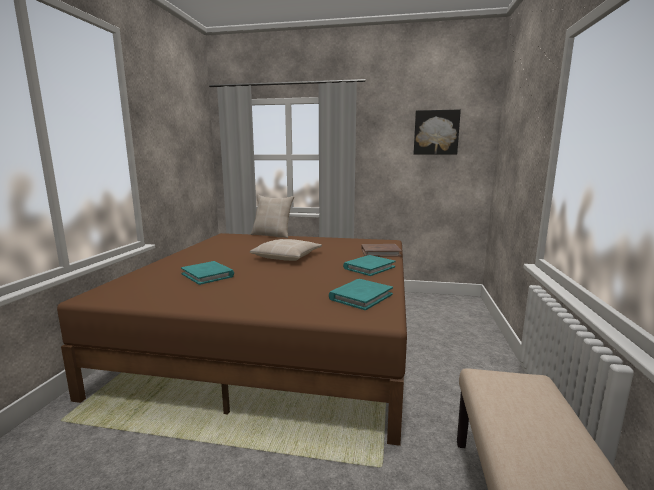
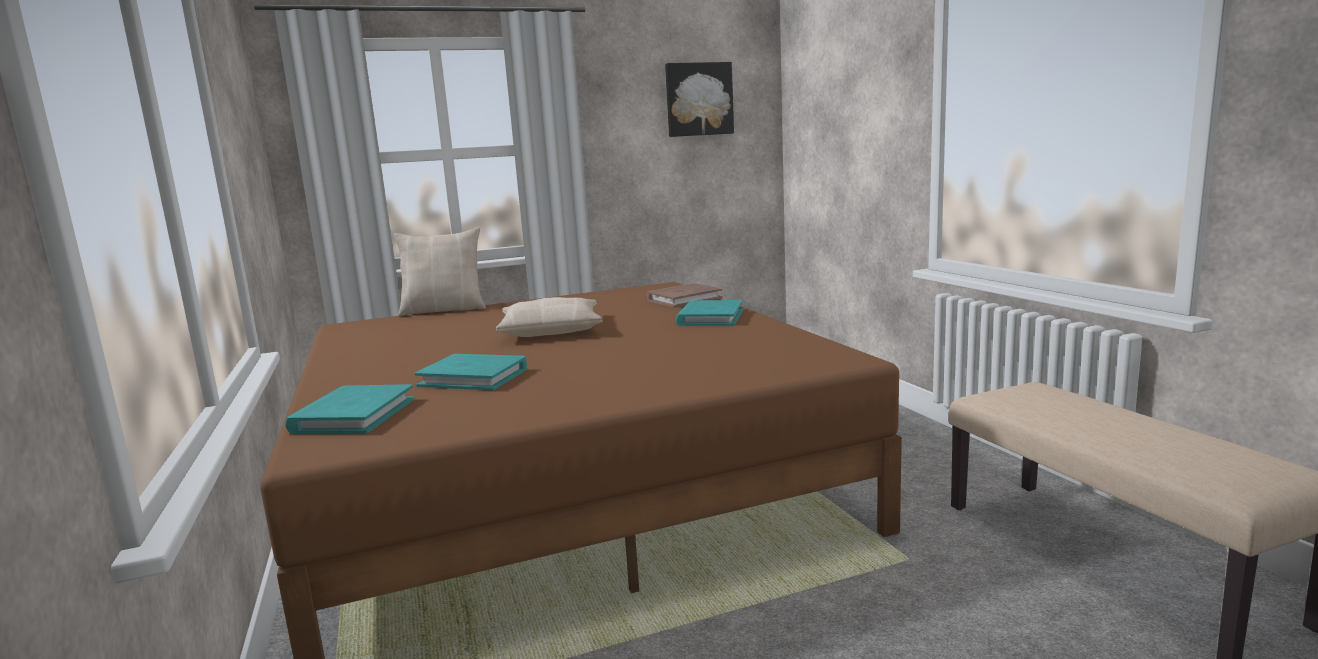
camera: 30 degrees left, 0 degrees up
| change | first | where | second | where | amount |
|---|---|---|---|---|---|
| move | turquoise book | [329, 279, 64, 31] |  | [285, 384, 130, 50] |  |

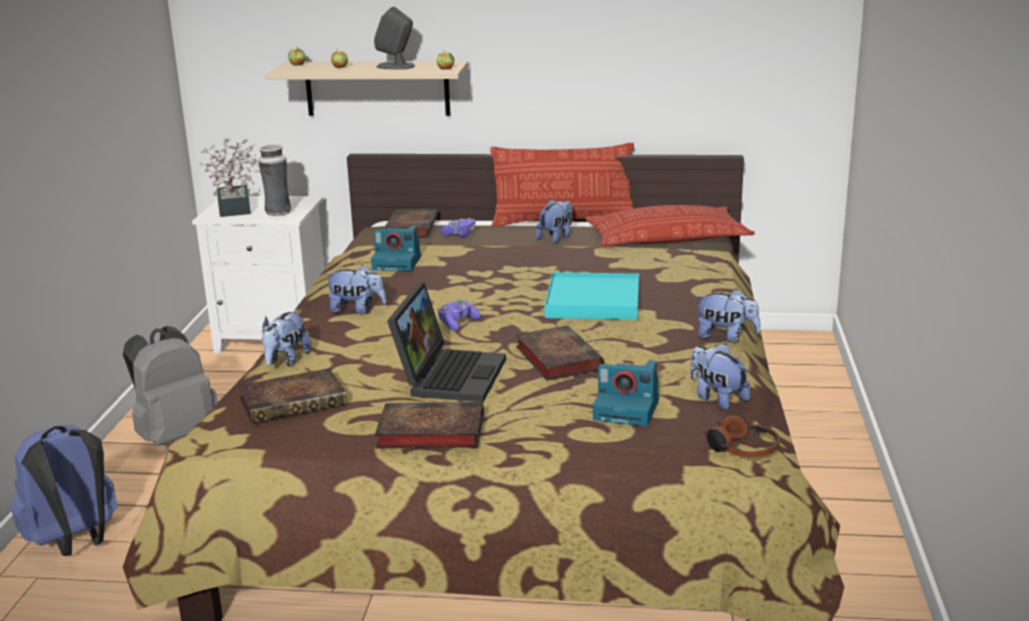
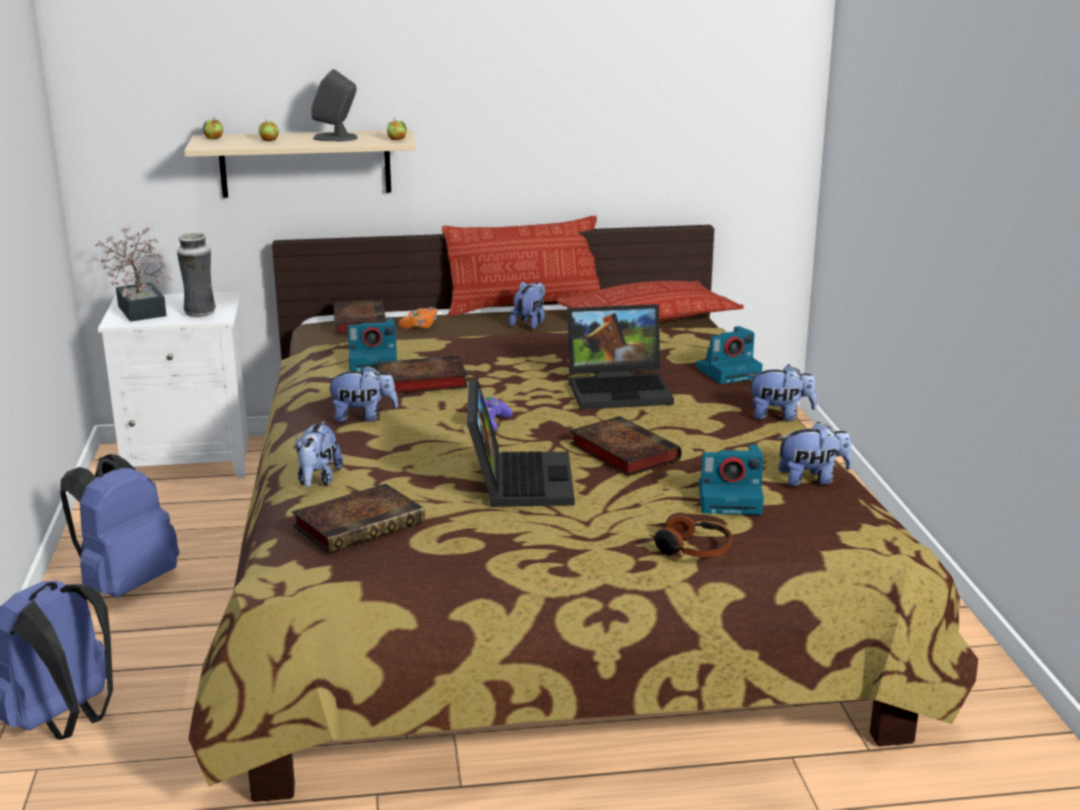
camera: 15 degrees left, 0 degrees up
| change | first | where | second | where | amount |
|---|---|---|---|---|---|
| recolor | grey rucksack | [123, 326, 95, 120] | bluish rucksack | [60, 454, 119, 144] |  |
| move | book | [375, 402, 109, 47] |  | [376, 355, 92, 39] |  |
| recolor | purplish game controller | [441, 218, 34, 19] | orange game controller | [399, 307, 38, 22] |  |
| replace | turquoise tray | [545, 272, 94, 48] | portable computer | [567, 304, 107, 106] |  |
| move | pair of headphones | [703, 415, 77, 42] |  | [649, 513, 83, 44] |  |
| insert |  |  | still camera | [696, 326, 67, 58] |  |
| rotate | soft toy | [690, 344, 60, 66] |  | [777, 422, 75, 65] | 135 degrees clockwise |

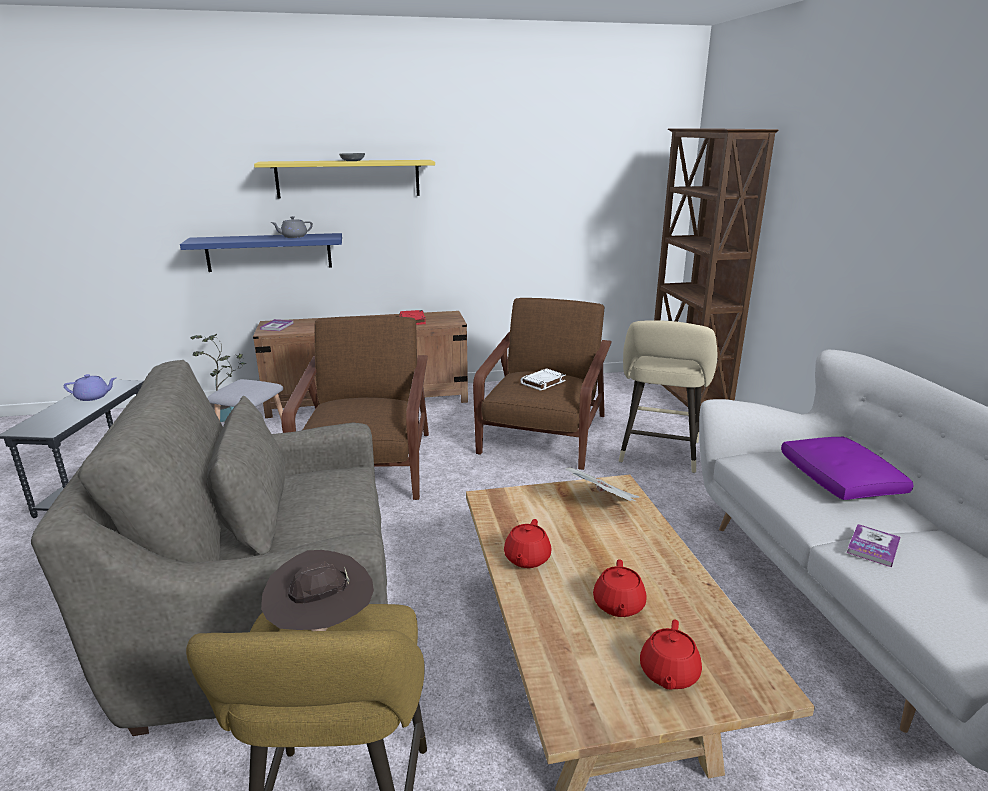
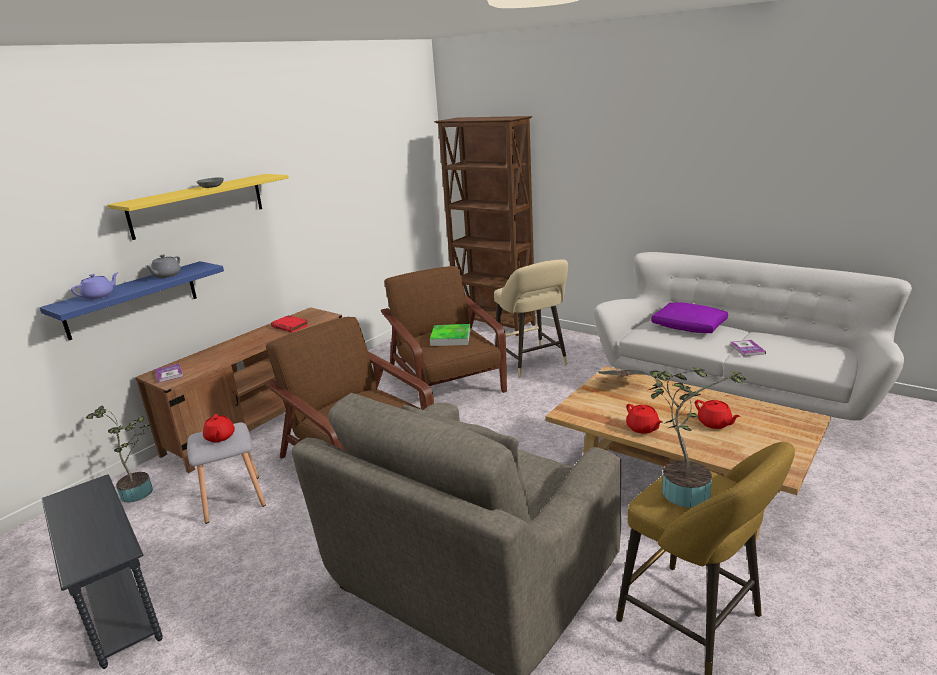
camera: 40 degrees left, 0 degrees up
| change | first | where | second | where | amount |
|---|---|---|---|---|---|
| move | purplish teapot | [63, 374, 53, 27] |  | [71, 272, 48, 28] |  |
| move | red teapot | [640, 620, 62, 69] |  | [203, 414, 32, 28] |  |
| replace | white book | [520, 368, 46, 23] | tray | [430, 324, 41, 22] |  |
| replace | brown-coloured clothing hat | [261, 550, 113, 81] | potted plant | [649, 367, 97, 141] |  |

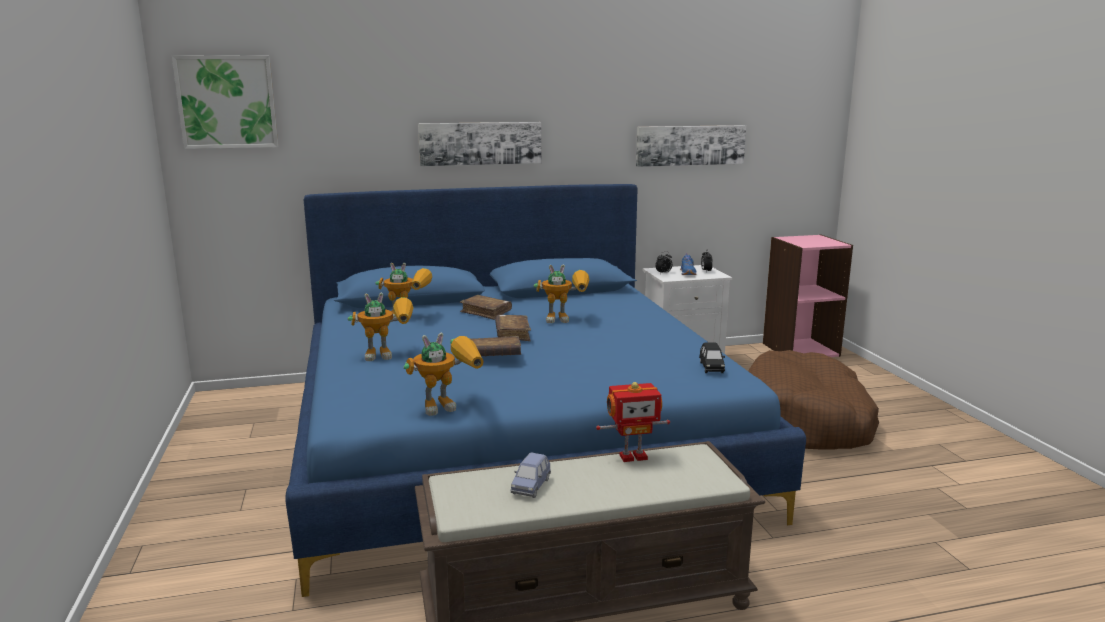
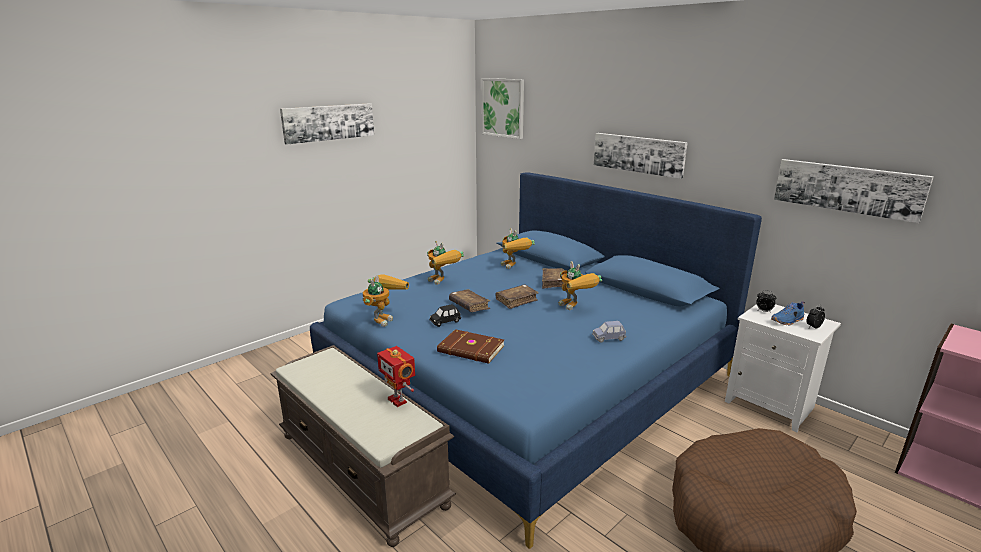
camera: 60 degrees right, 5 degrees up
| change | first | where | second | where | amount |
|---|---|---|---|---|---|
| insert |  |  | wall art | [280, 103, 94, 42] |  |
| rotate | toy robot | [404, 333, 80, 83] |  | [362, 274, 47, 53] | 105 degrees counterclockwise |
| move | black-coloured toy car | [699, 343, 26, 30] |  | [429, 304, 32, 23] |  |
| insert |  |  | brown-coloured book | [437, 329, 67, 35] |  |
| move | bluish toy car | [511, 453, 40, 45] |  | [592, 321, 34, 22] |  |

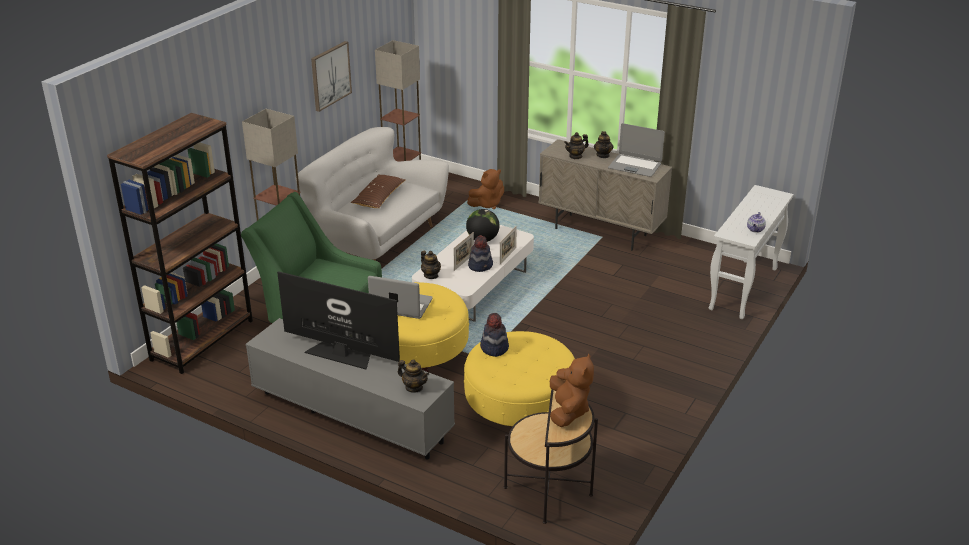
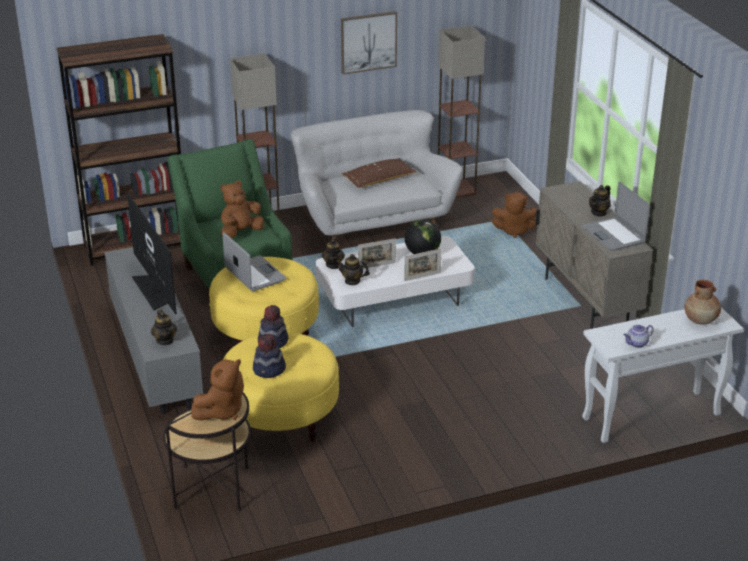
camera: 40 degrees right, 0 degrees up
| change | first | where | second | where | amount |
|---|---|---|---|---|---|
| insert |  |  | brown-coloured soft toy | [221, 181, 43, 57] |  |
| move | clothing hat | [468, 235, 25, 37] |  | [253, 333, 33, 45] |  |
| move | teapot | [564, 132, 25, 27] |  | [336, 254, 34, 31] |  |
| insert |  |  | brown-coloured vase | [685, 280, 36, 45] |  |

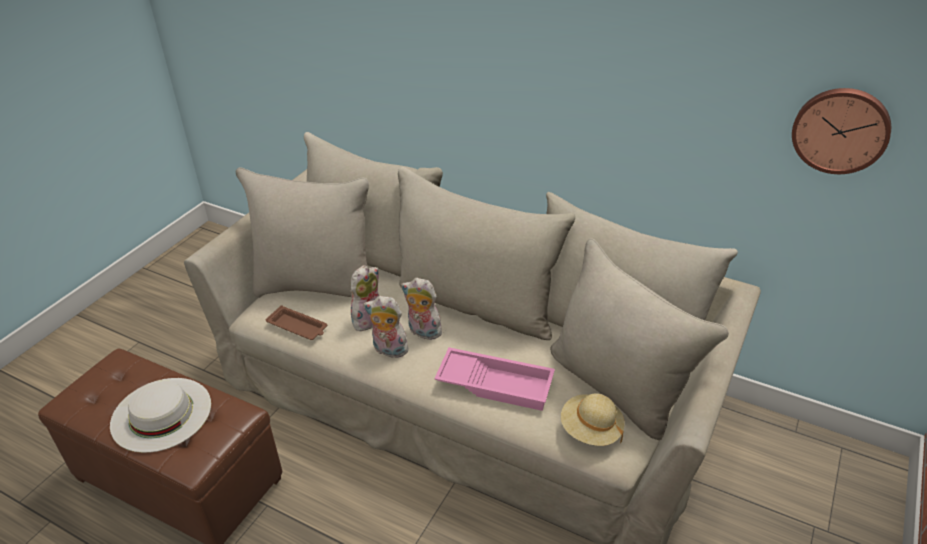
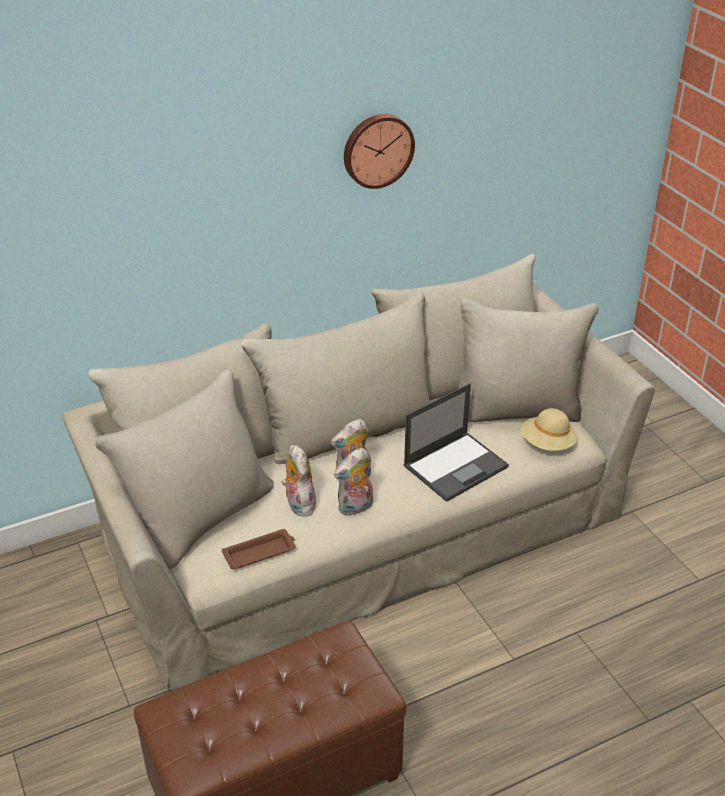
camera: 55 degrees left, 0 degrees up
| change | first | where | second | where | amount |
|---|---|---|---|---|---|
| move | hanging clock | [792, 88, 99, 86] |  | [344, 114, 71, 75] |  |
| replace | pink tray | [434, 347, 121, 64] | portable computer | [404, 383, 105, 119] |  |
| delete | white clothing hat | [110, 378, 101, 75] |  |  |  |

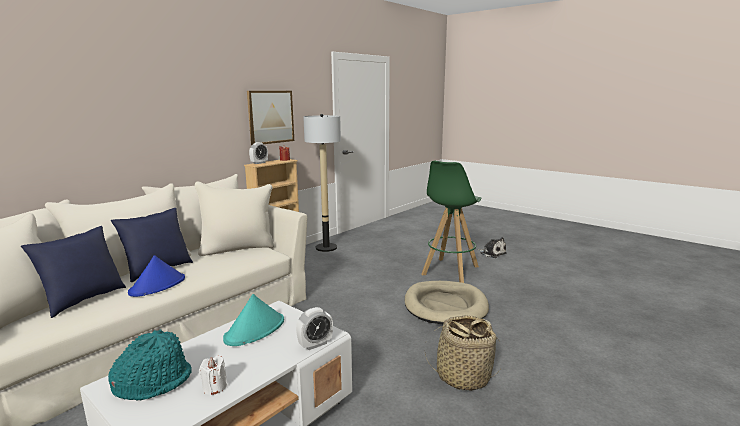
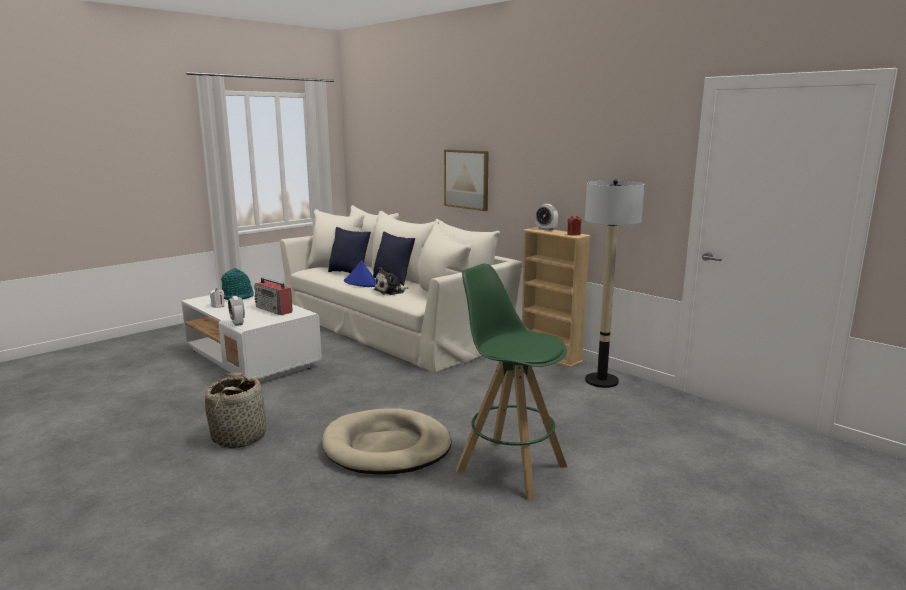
camera: 95 degrees right, 0 degrees up
| change | first | where | second | where | amount |
|---|---|---|---|---|---|
| replace | turquoise clothing hat | [223, 294, 61, 52] | radio set | [254, 277, 39, 38] |  |
| move | soft toy | [477, 237, 30, 21] |  | [373, 267, 35, 28] |  |
| move | wall art | [247, 91, 47, 54] |  | [444, 149, 45, 62] |  |

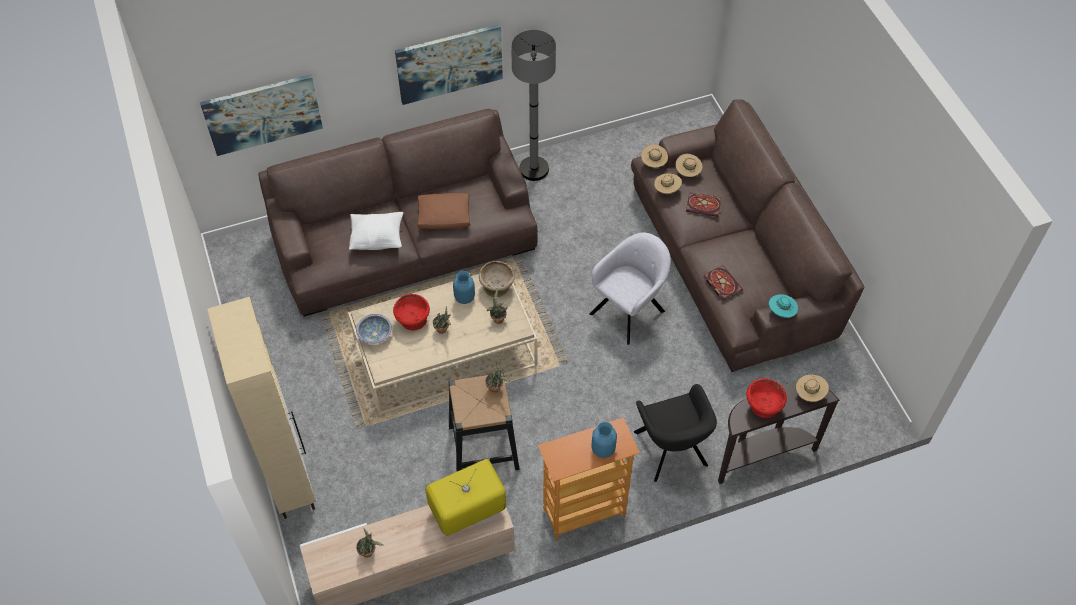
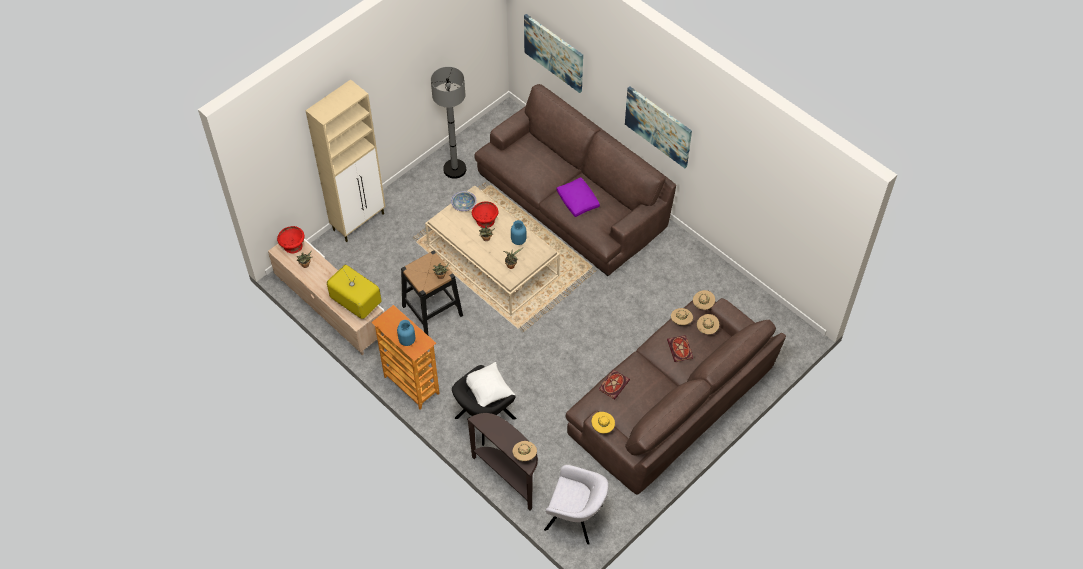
camera: 65 degrees right, 0 degrees up
| change | first | where | second | where | amount |
|---|---|---|---|---|---|
| move | red deep dish | [746, 378, 41, 40] |  | [277, 226, 28, 28] |  |
| move | grey standing lamp | [511, 30, 45, 151] |  | [431, 67, 35, 112] |  |
| move | white cushion | [349, 212, 55, 38] |  | [466, 362, 49, 45] |  |
| move | grey armchair | [589, 233, 82, 112] |  | [544, 465, 64, 80] |  |
| recolor | brown-coloured cushion | [418, 193, 52, 36] | purplish cushion | [556, 177, 44, 40] |  |
| recolor | turquoise clothing hat | [769, 294, 29, 24] | yellowish clothing hat | [592, 412, 23, 22] |  |
| delete | beige deep dish | [479, 261, 36, 36] |  |  |  |

